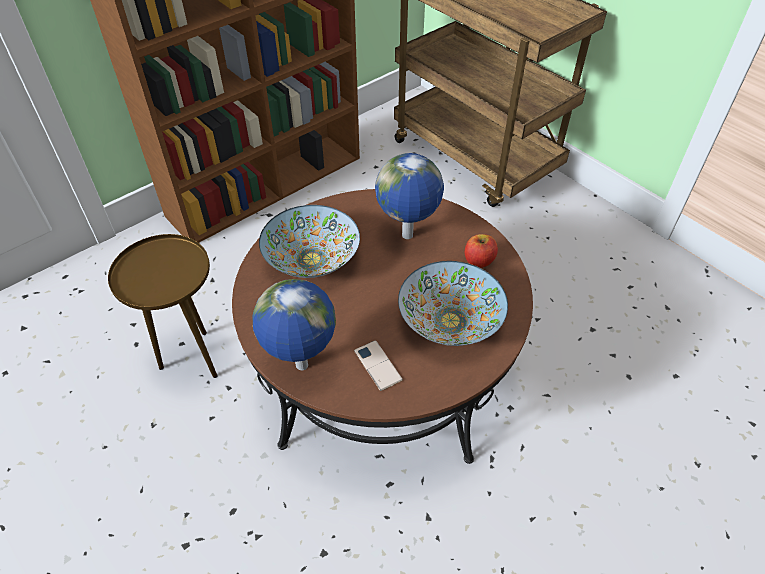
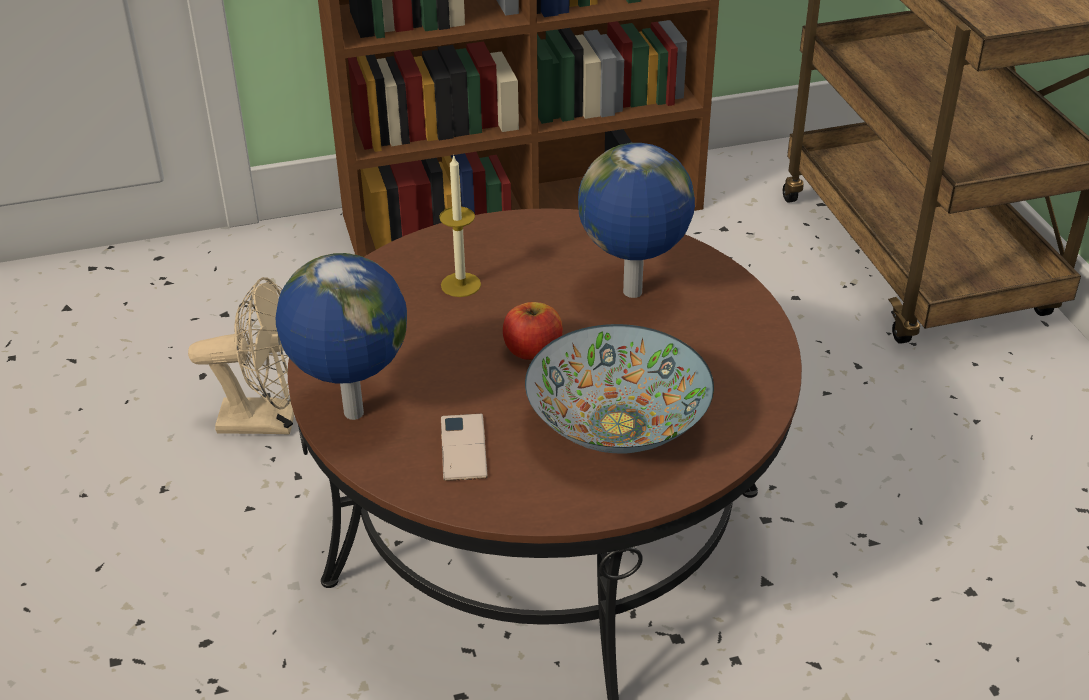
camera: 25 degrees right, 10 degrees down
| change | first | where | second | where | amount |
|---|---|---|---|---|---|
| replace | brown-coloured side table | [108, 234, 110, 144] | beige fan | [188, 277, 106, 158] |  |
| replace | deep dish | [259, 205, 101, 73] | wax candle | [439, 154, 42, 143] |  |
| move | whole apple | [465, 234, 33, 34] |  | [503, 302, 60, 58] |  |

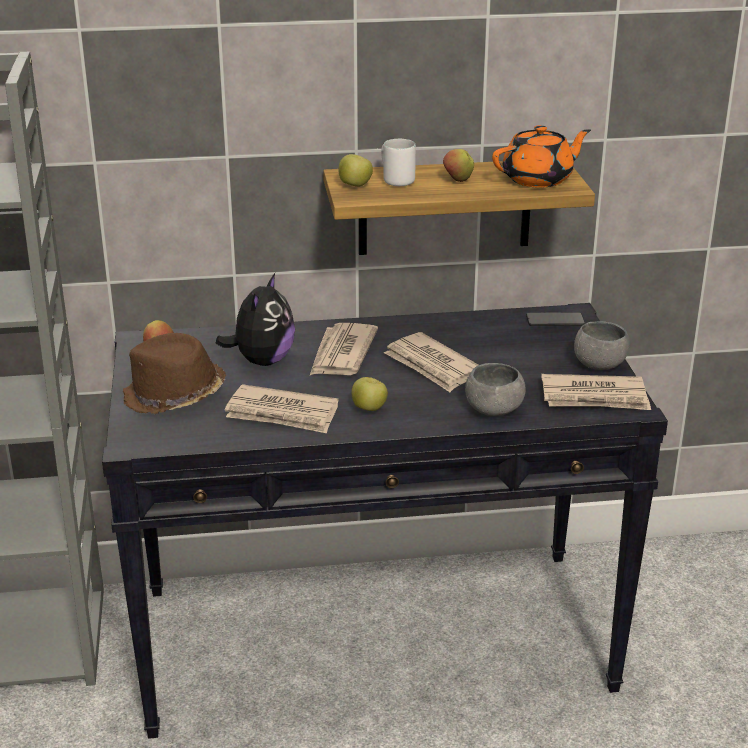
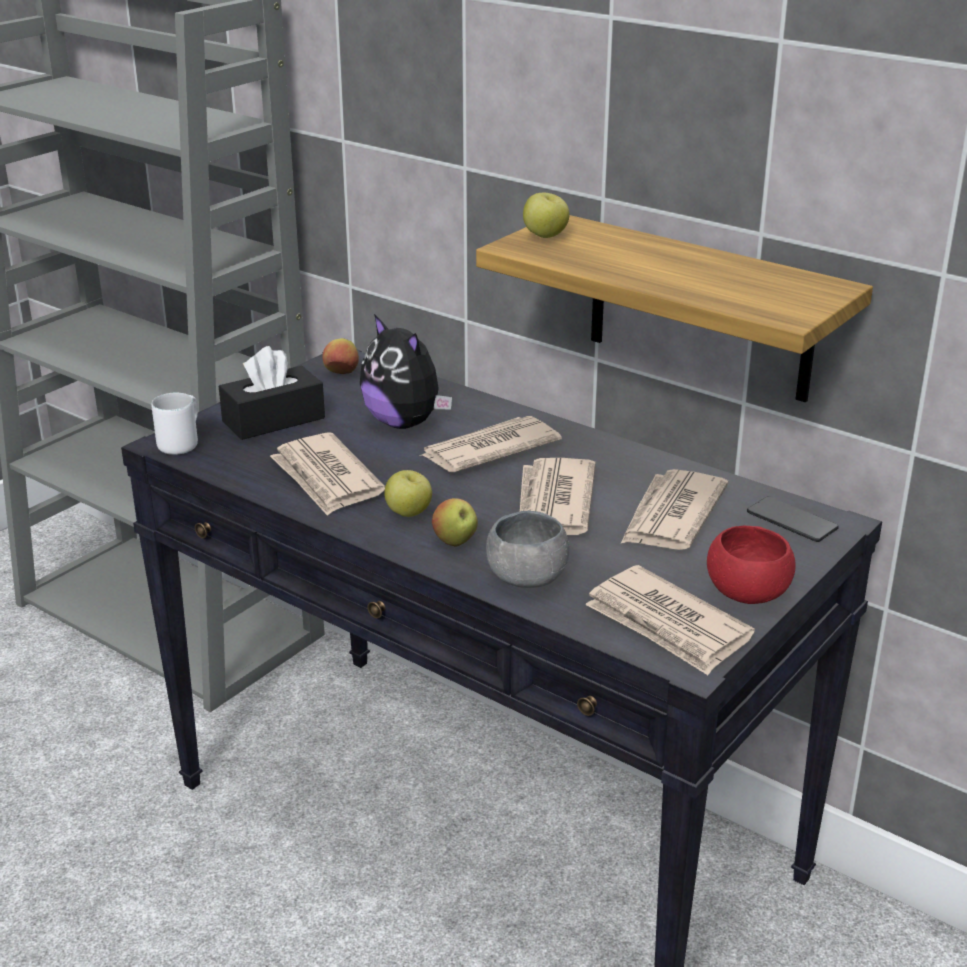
camera: 45 degrees right, 0 degrees up
| change | first | where | second | where | amount |
|---|---|---|---|---|---|
| move | white mug | [381, 139, 35, 47] |  | [152, 393, 46, 62] |  |
| replace | brown-coloured clothing hat | [123, 333, 103, 81] | black-coloured tissue box | [219, 346, 106, 94] |  |
| rotate | soft toy | [216, 273, 79, 93] |  | [360, 314, 92, 115] | 75 degrees clockwise |
| move | whole apple | [443, 149, 31, 33] |  | [432, 498, 46, 49] |  |
| insert |  |  | newspaper | [620, 469, 109, 81] |  |
| recolor | grey deep dish | [574, 321, 56, 49] | red deep dish | [707, 526, 89, 78] |  |
| delete | orange teapot | [492, 125, 99, 63] |  |  |  |

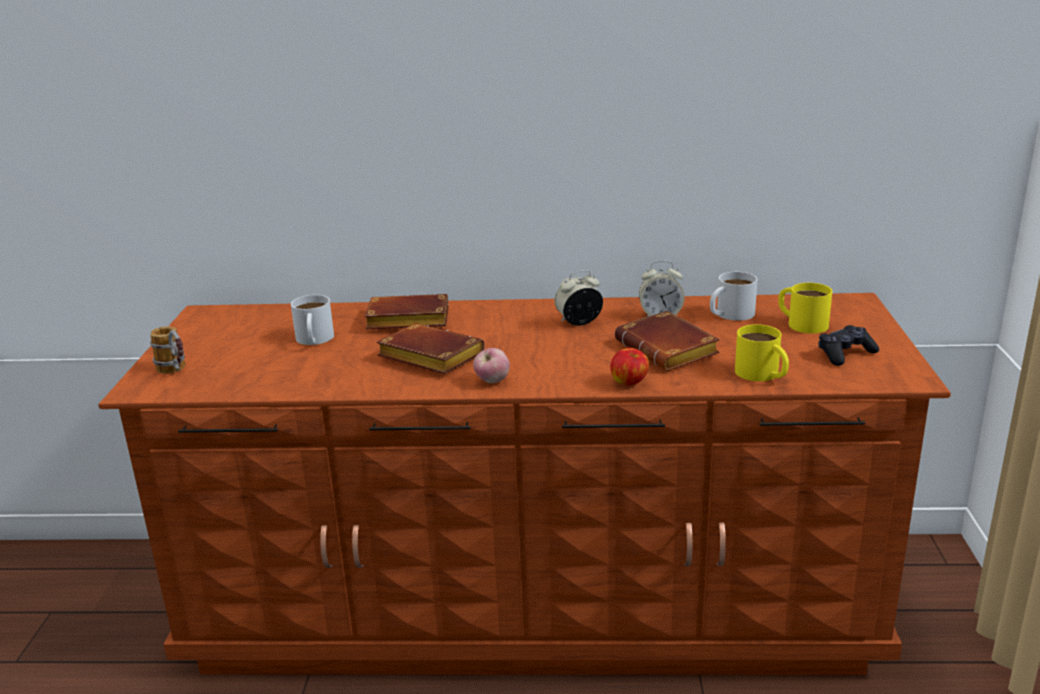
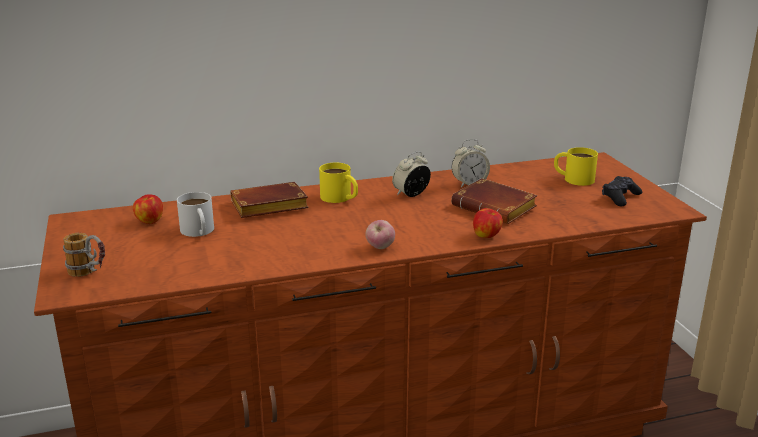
camera: 20 degrees left, 0 degrees up
| change | first | where | second | where | amount |
|---|---|---|---|---|---|
| insert |  |  | whole apple | [133, 194, 30, 30] |  |
| move | yellowish mug | [735, 324, 54, 57] |  | [319, 163, 39, 40] |  |
| delete | brown-coloured book | [376, 323, 108, 51] |  |  |  |
| delete | white mug | [710, 272, 47, 49] |  |  |  |

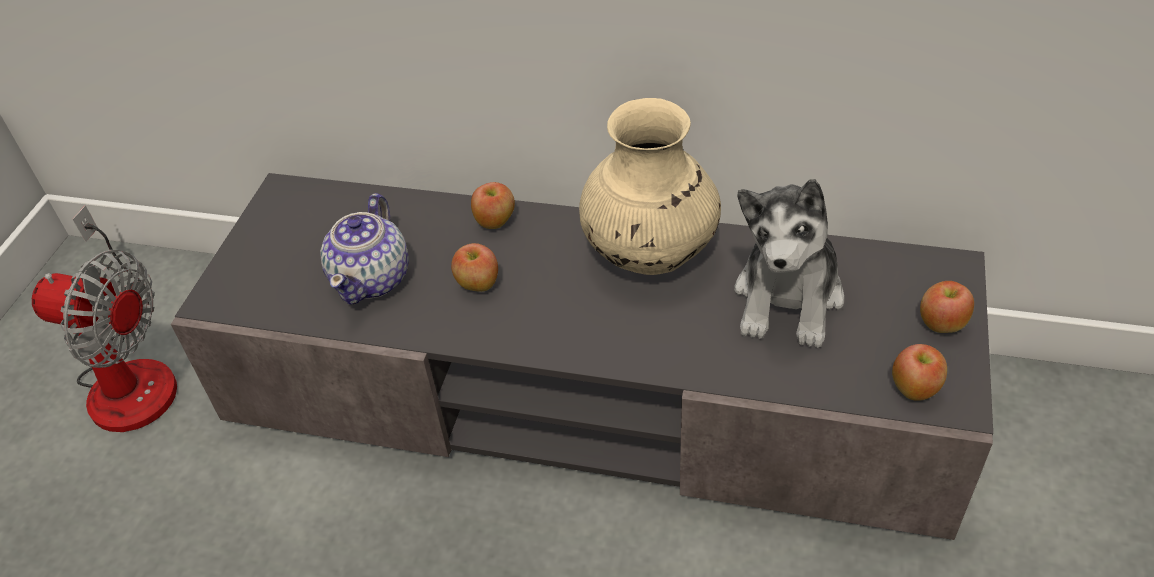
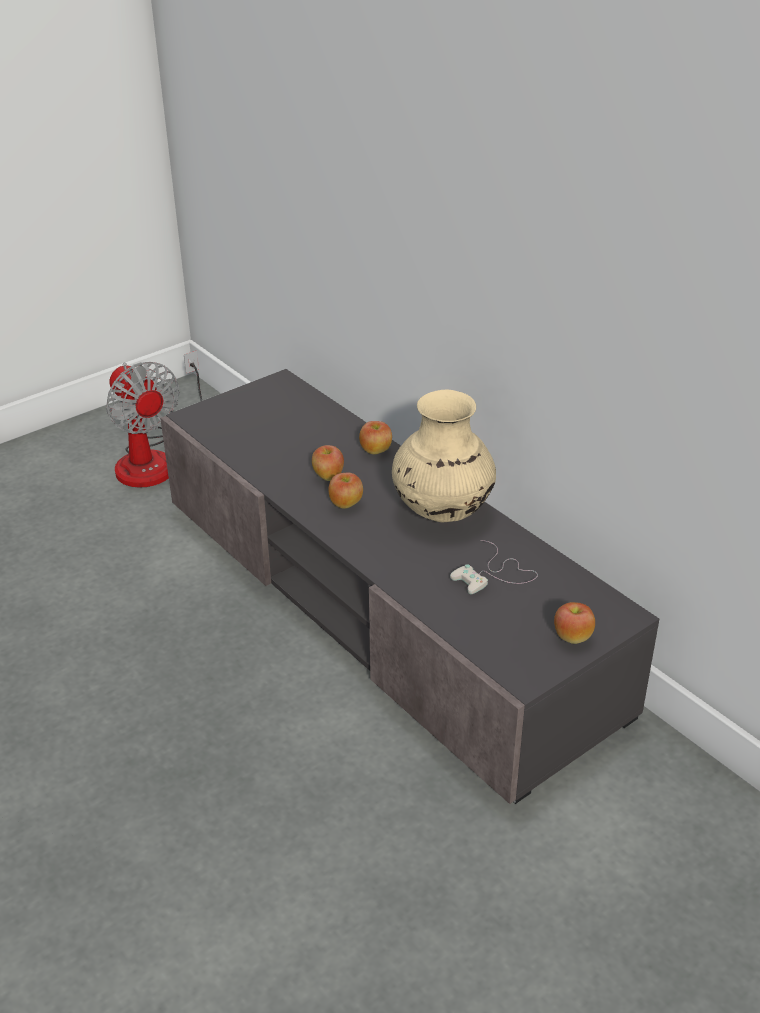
camera: 35 degrees right, 10 degrees down
| change | first | where | second | where | amount |
|---|---|---|---|---|---|
| move | whole apple | [892, 344, 55, 57] |  | [329, 473, 34, 36] |  |
| replace | soft toy | [734, 179, 110, 169] | white game controller | [450, 540, 88, 54] |  |
| delete | teapot | [320, 193, 89, 111] |  |  |  |

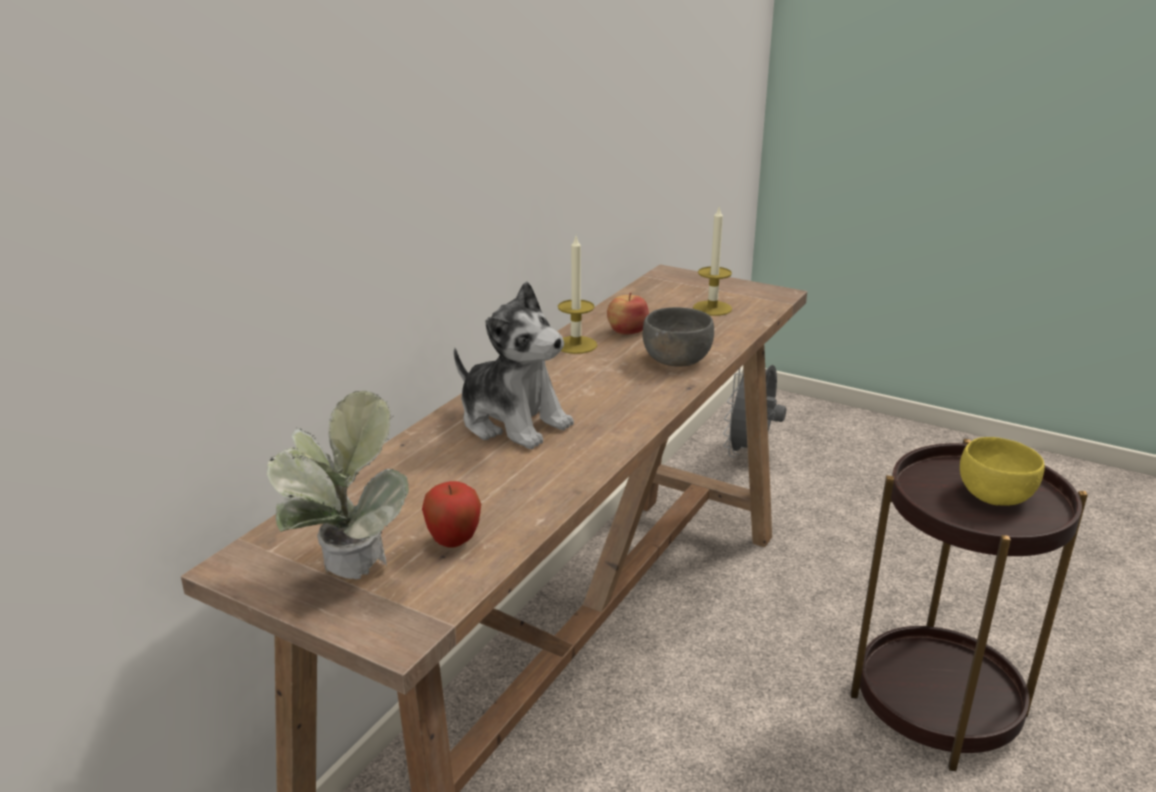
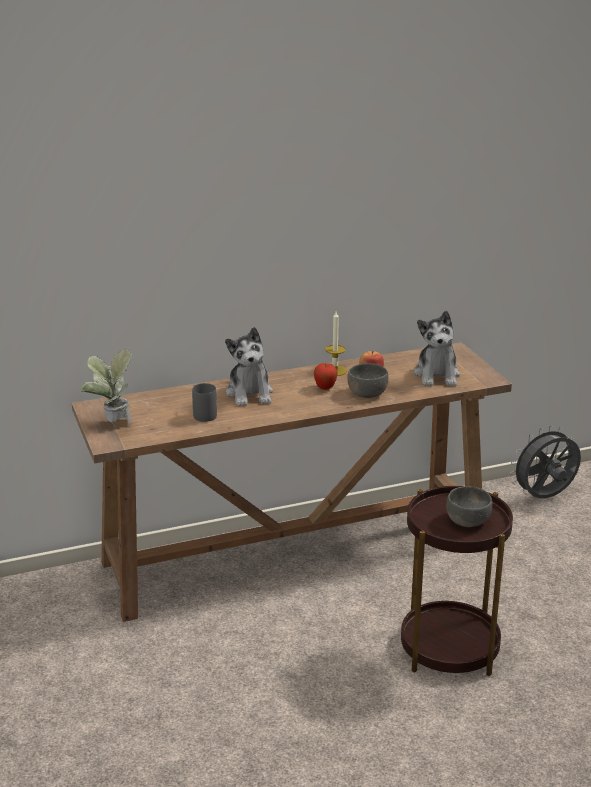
camera: 40 degrees right, 0 degrees up
| change | first | where | second | where | amount |
|---|---|---|---|---|---|
| insert |  |  | grey mug | [192, 383, 25, 39] |  |
| move | whole apple | [422, 481, 59, 67] |  | [314, 363, 24, 27] |  |
| replace | wax candle | [693, 207, 39, 109] | soft toy | [414, 310, 46, 76] |  |
| recolor | yellowish deep dish | [960, 437, 85, 69] | grey deep dish | [446, 486, 46, 41] |  |

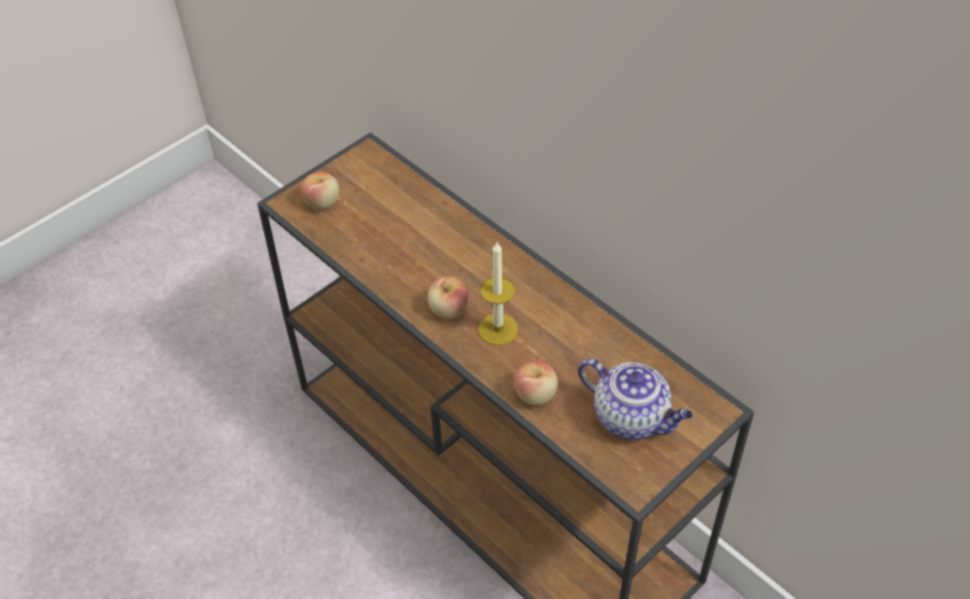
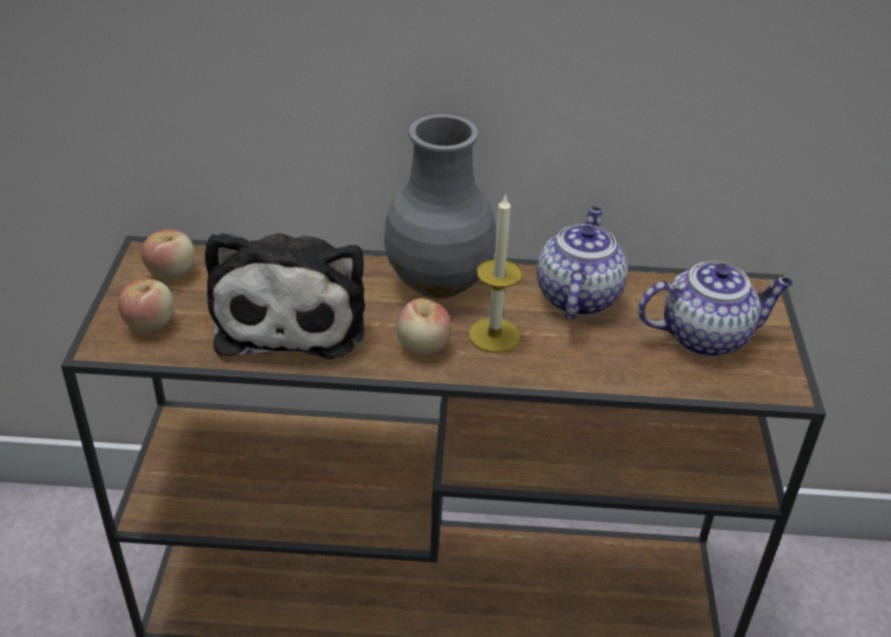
camera: 45 degrees left, 10 degrees down
| change | first | where | second | where | amount |
|---|---|---|---|---|---|
| move | whole apple | [514, 361, 44, 44] |  | [141, 229, 54, 51] |  |
| insert |  |  | soft toy | [205, 232, 160, 127] |  |
| insert |  |  | grey vase | [384, 114, 112, 184] |  |
| insert |  |  | teapot | [537, 207, 91, 112] |  |

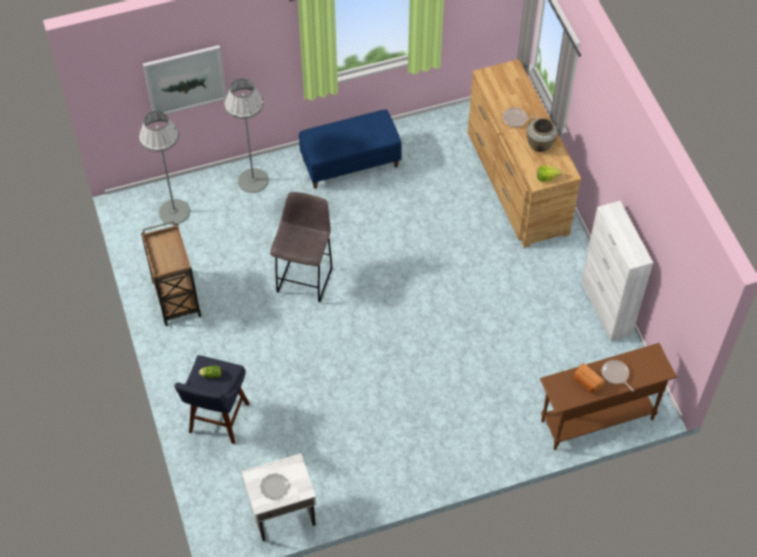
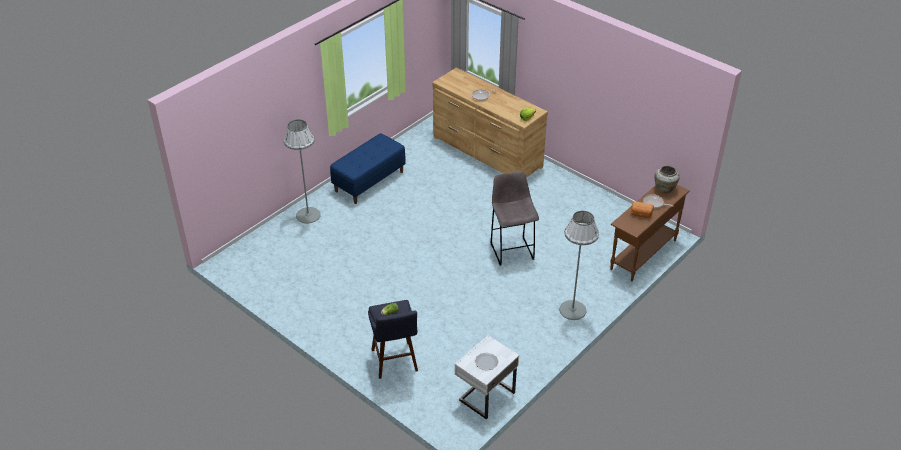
camera: 30 degrees left, 15 degrees down
| change | first | where | second | where | amount |
|---|---|---|---|---|---|
| move | grey sitting stool | [270, 192, 62, 110] |  | [491, 171, 48, 95] |  |
| move | grey standing lamp | [139, 111, 51, 114] |  | [559, 211, 40, 109] |  |
| move | beige vase | [526, 118, 32, 34] |  | [654, 166, 26, 27] |  |
| delete | brown-coloured trolley | [141, 221, 60, 105] |  |  |  |
| delete | wall art | [143, 45, 84, 70] |  |  |  |
| delete | white cabinet | [581, 201, 72, 140] |  |  |  |

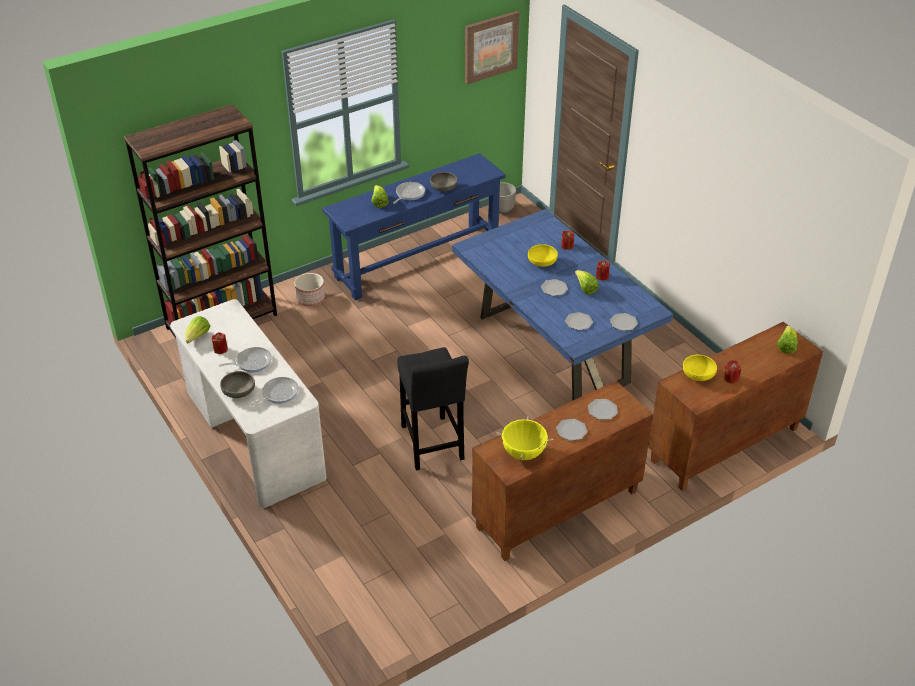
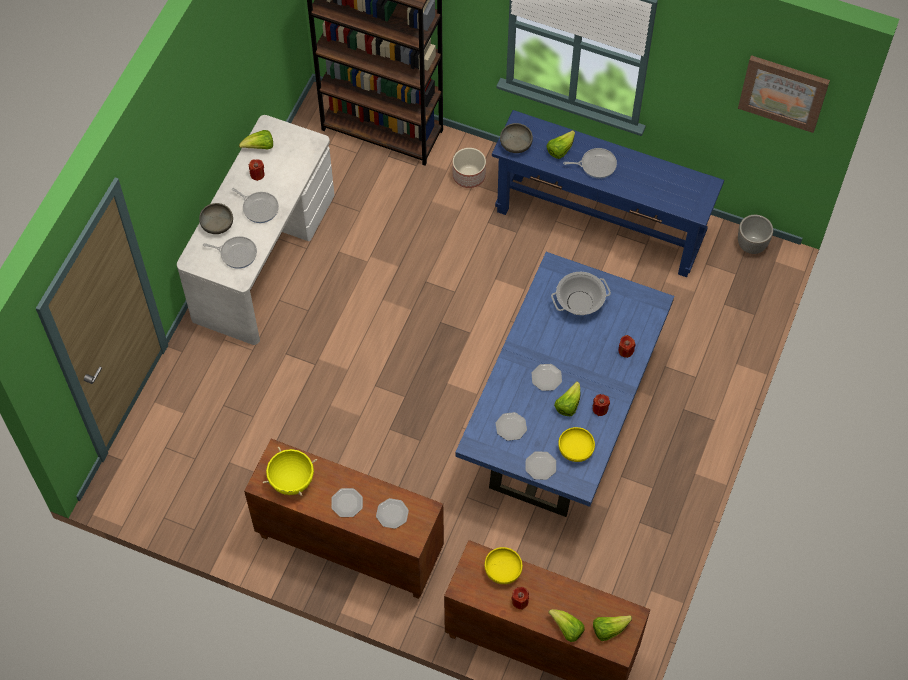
camera: 55 degrees right, 20 degrees up
| change | first | where | second | where | amount |
|---|---|---|---|---|---|
| move | grey deep dish | [430, 172, 28, 20] |  | [500, 123, 33, 30] |  |
| insert |  |  | lettuce head | [548, 609, 36, 33] |  |
| insert |  |  | cooking pot | [551, 272, 60, 43] |  |
| move | yellowish deep dish | [528, 244, 30, 23] |  | [558, 427, 37, 35] |  |
| delete | black-coloured sitting stool | [397, 347, 72, 124] |  |  |  |

